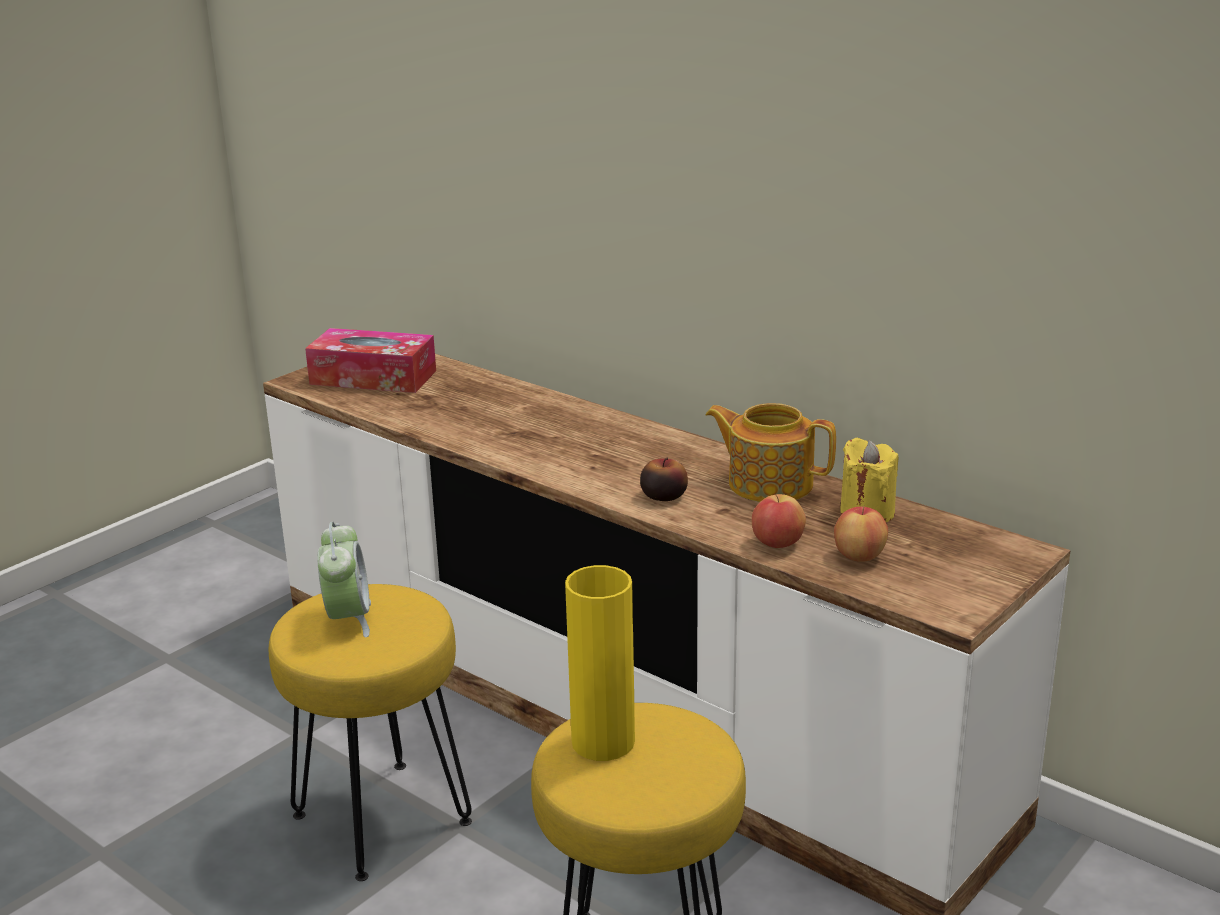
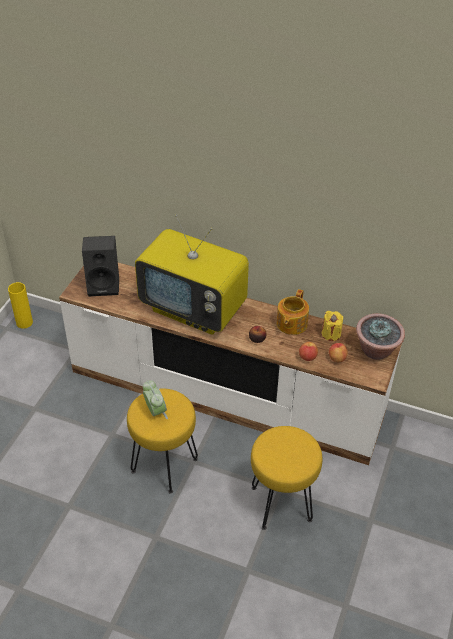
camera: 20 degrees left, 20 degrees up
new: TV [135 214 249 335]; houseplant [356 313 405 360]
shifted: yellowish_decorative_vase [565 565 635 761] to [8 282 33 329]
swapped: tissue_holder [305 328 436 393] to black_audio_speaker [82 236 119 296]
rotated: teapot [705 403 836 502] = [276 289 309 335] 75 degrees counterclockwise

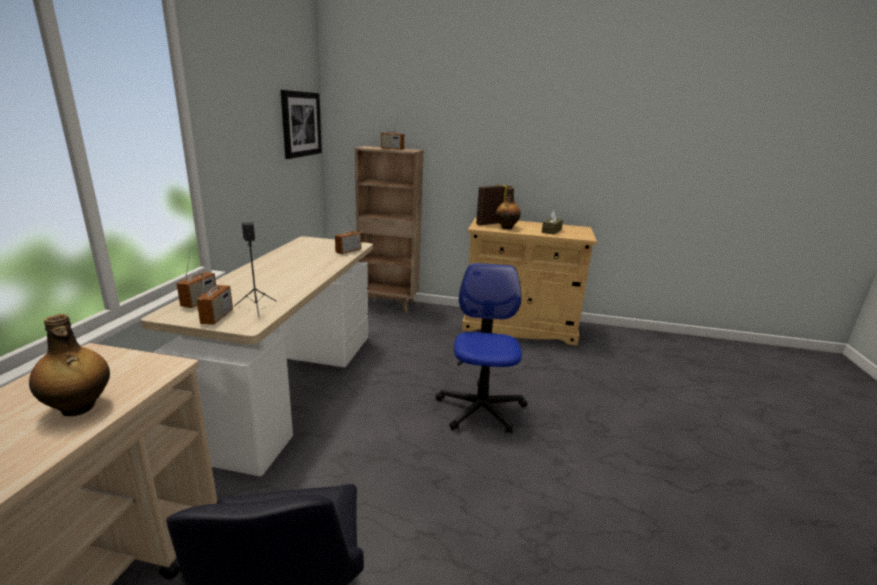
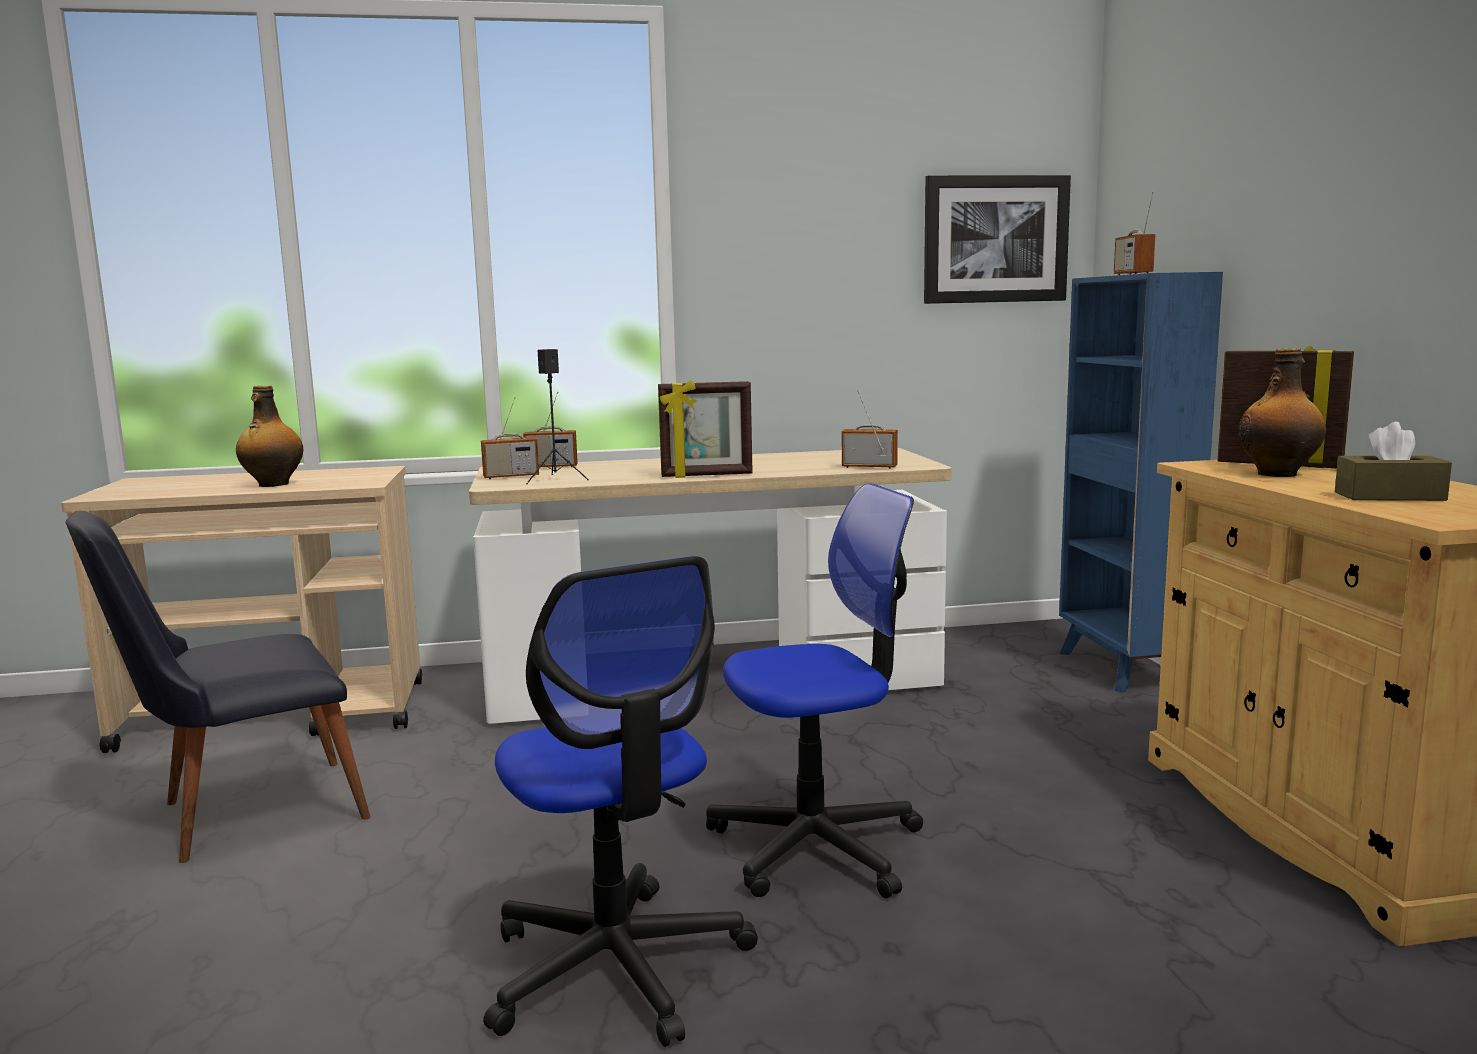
camera: 70 degrees right, 10 degrees down
new: office_chair [483 556 758 1047]; photo_frame [658 380 753 478]
repainted: brown_bookcase [355 146 423 313] to blue-coloured_bookcase [1059 272 1223 692]

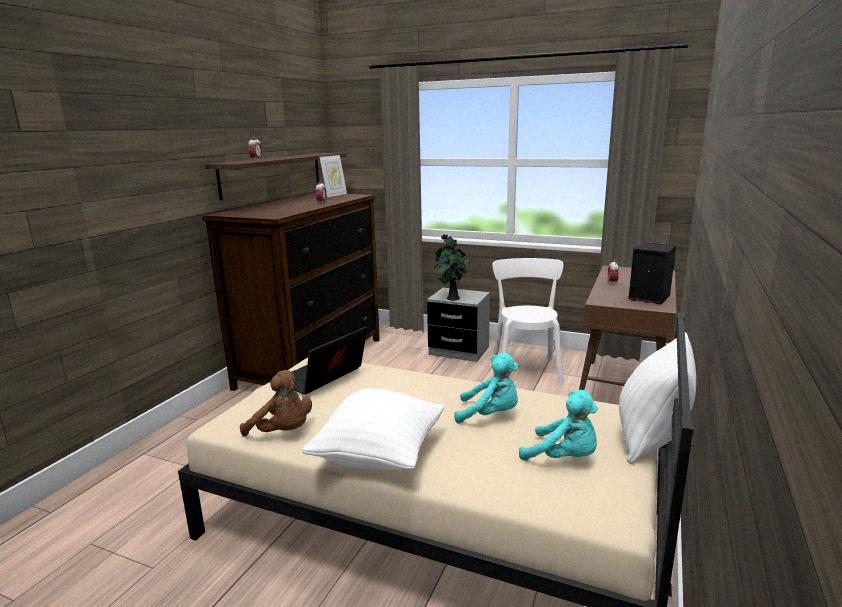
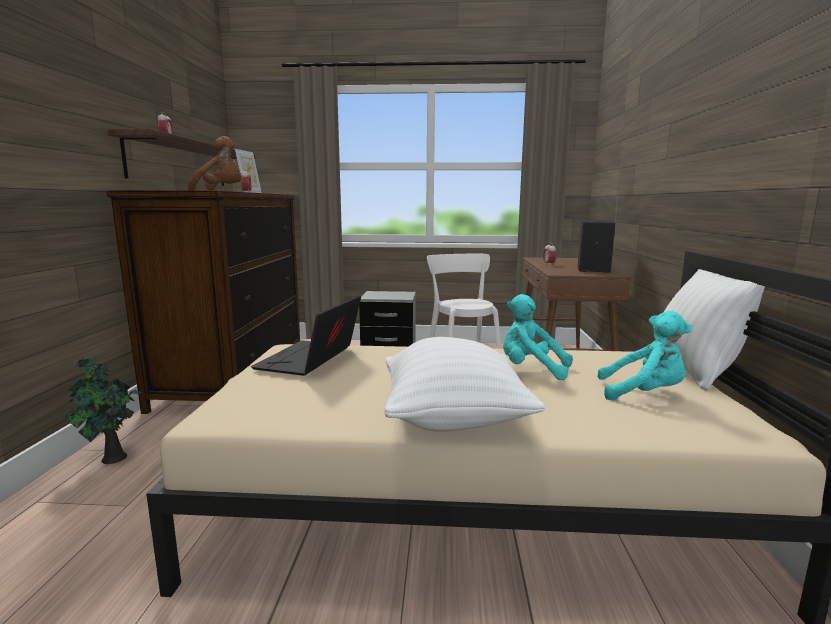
camera: 20 degrees left, 5 degrees down
shifted: houseplant [433 234 473 300] to [65 357 143 464]; brown_cuddly_toy [240 370 312 436] to [188 136 242 191]
rotated: turquoise_cuddly_toy [454 353 519 424] = [503 294 573 380] 150 degrees counterclockwise

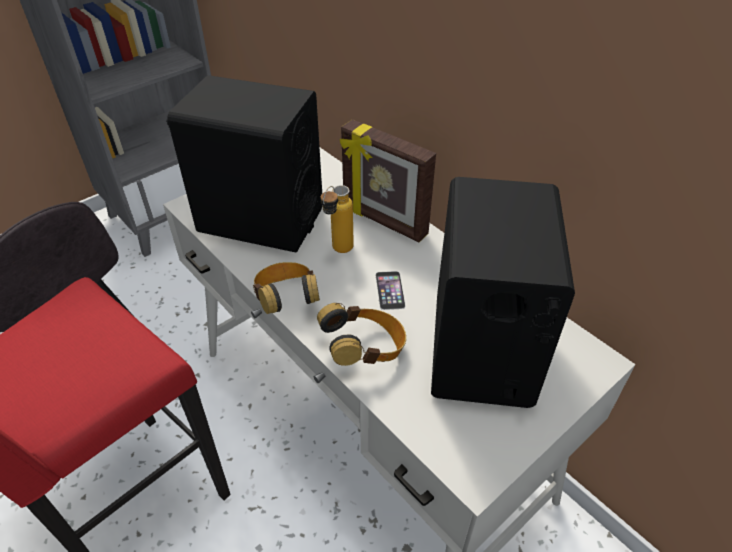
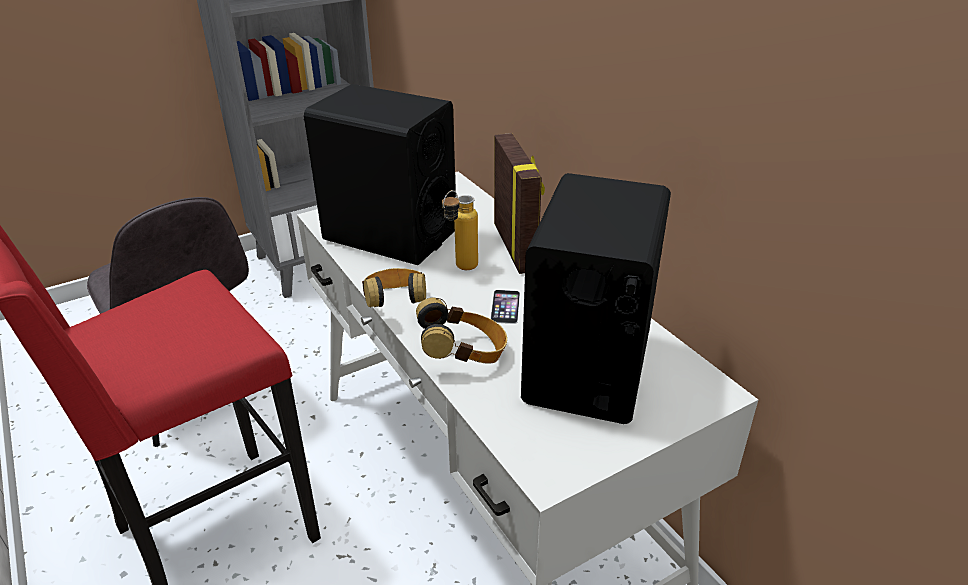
camera: 10 degrees right, 10 degrees down
rotated: photo_frame [340 119 436 242] = [494 133 545 274] 150 degrees counterclockwise

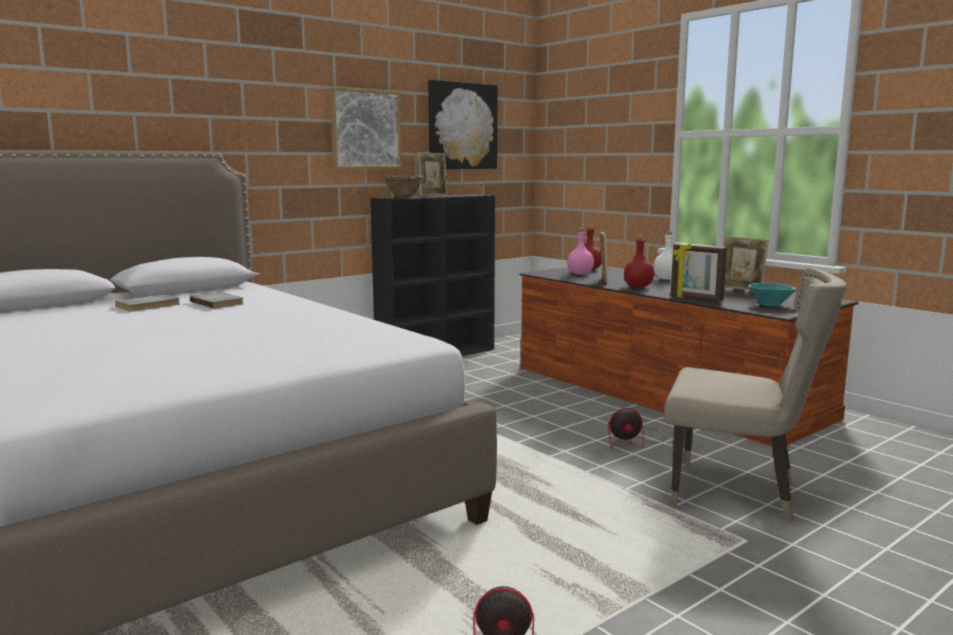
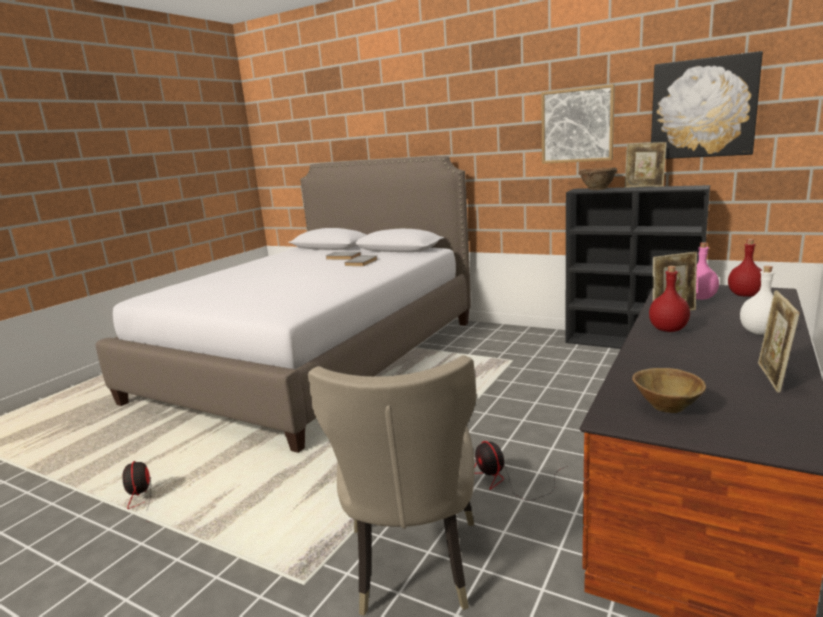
camera: 70 degrees right, 5 degrees up
gone: photo_frame [671 243 727 302]
repainted: turquoise_bowl [749 283 796 306] to brown_bowl [632 368 706 413]

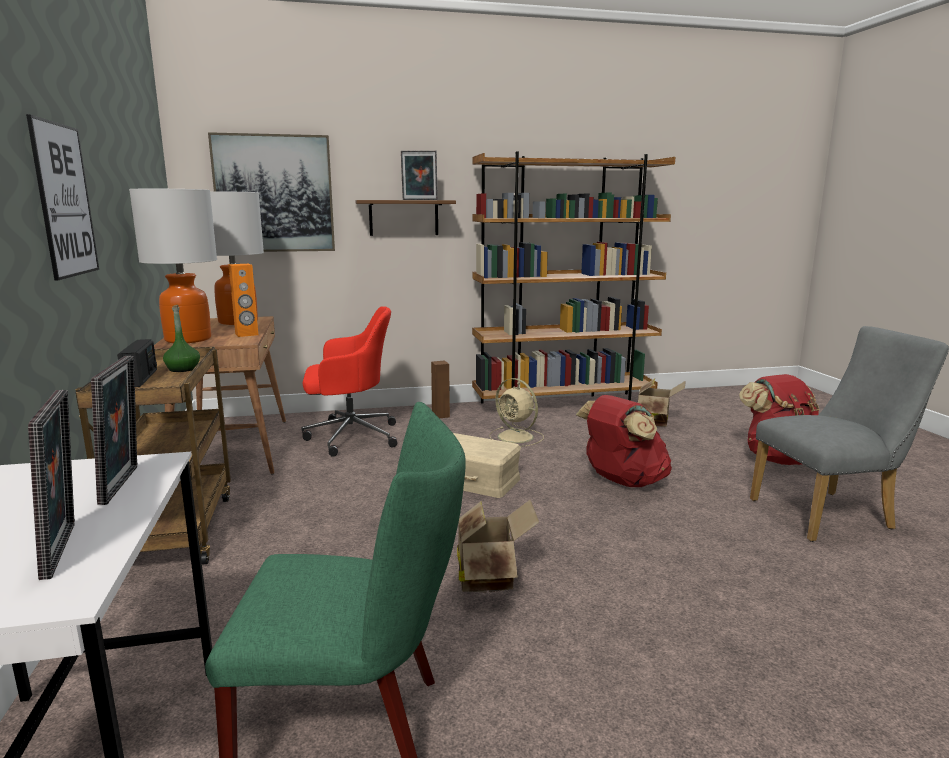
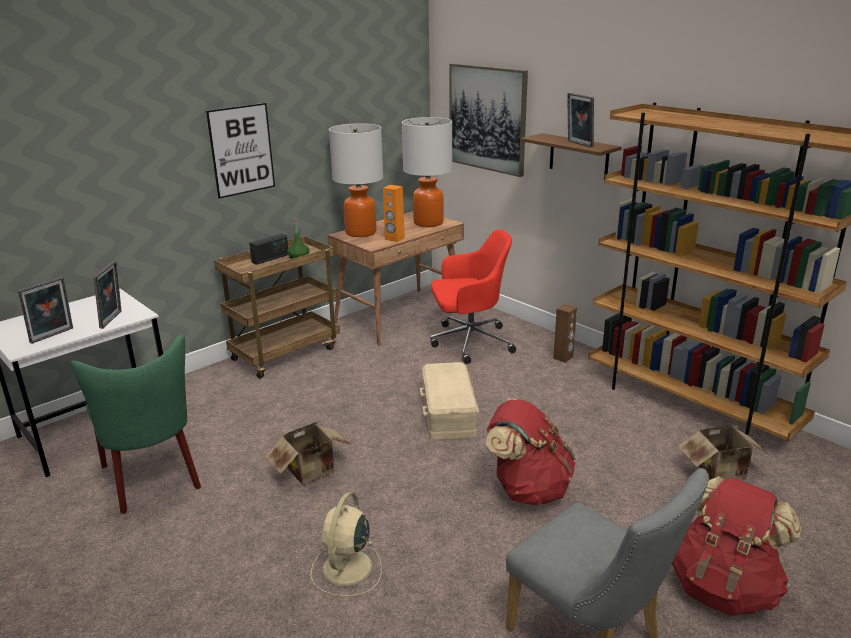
camera: 60 degrees right, 10 degrees up
shifted: sand-coloured_electric_fan [489 378 544 447] to [311 492 382 596]
rotated: photo_frame [91 356 138 505] = [93 261 122 329] 45 degrees counterclockwise; red_office_chair [302 306 397 457] = [430 229 516 364] 60 degrees counterclockwise

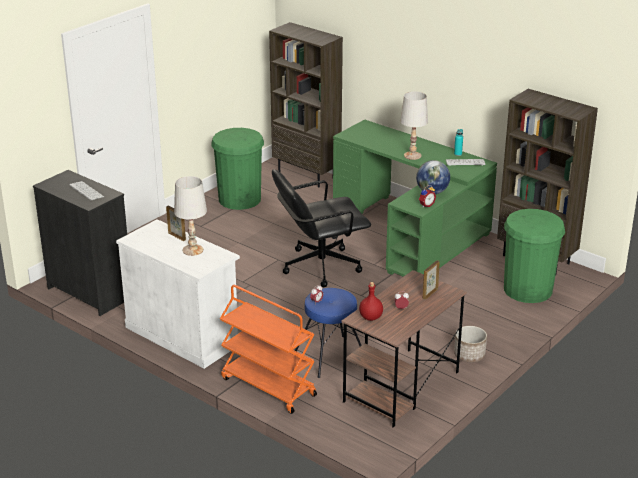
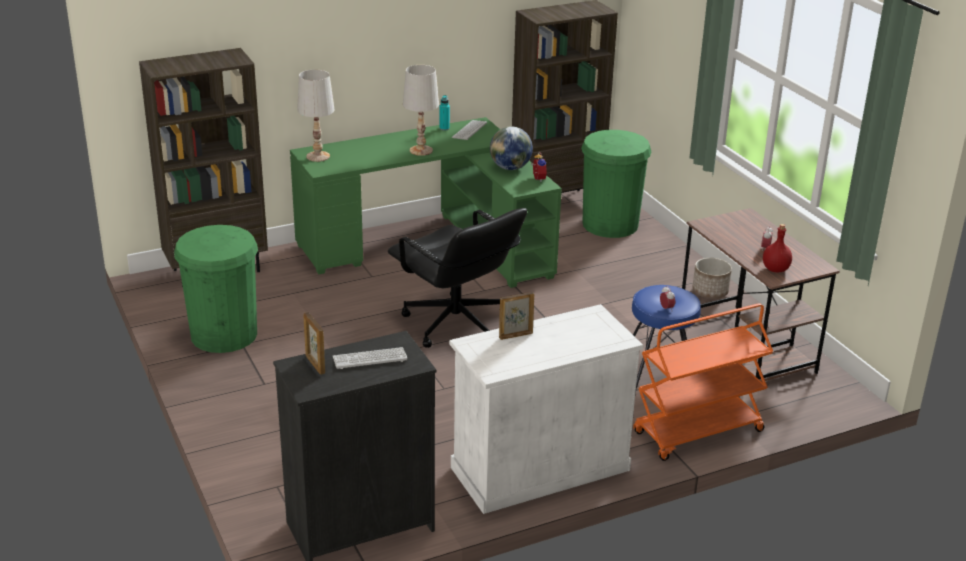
camera: 65 degrees left, 0 degrees up
shifted: white-coloured_table_lamp [174 176 207 256] to [297 70 335 162]; photo_frame [423 260 440 300] to [303 312 325 375]
rotated: black_office_chair [272 169 371 287] = [388 208 527 348] 45 degrees counterclockwise

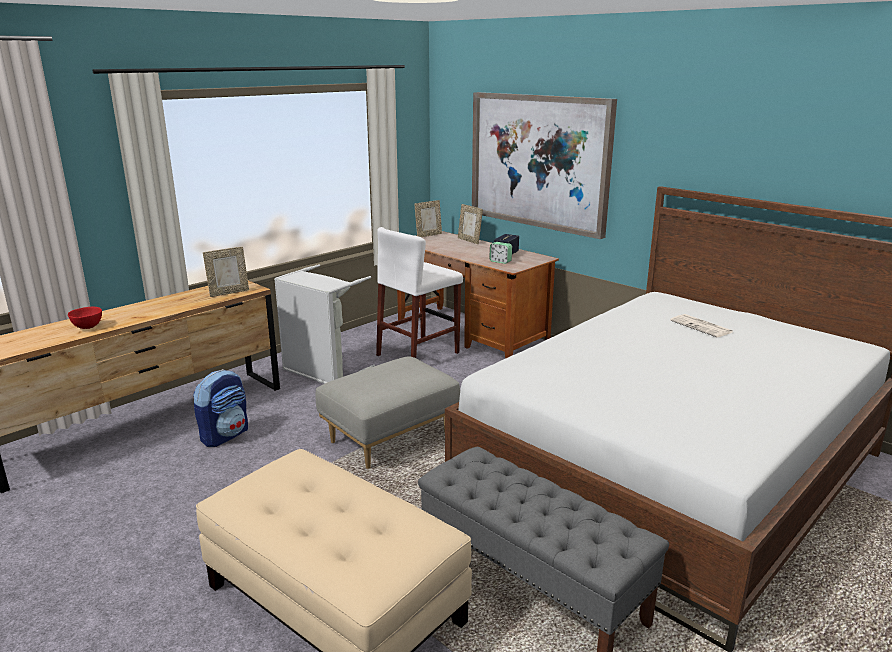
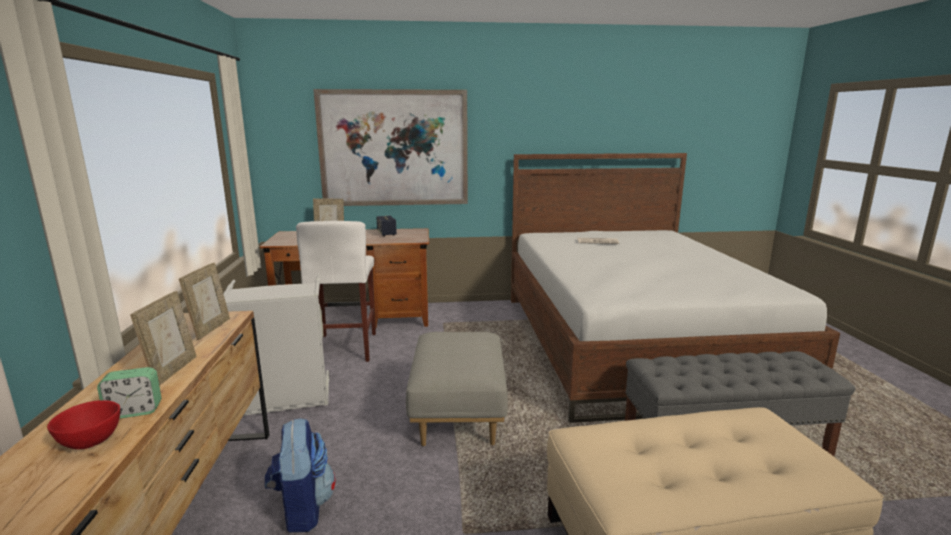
camera: 50 degrees left, 5 degrees down
shifted: alarm_clock [489 242 512 264] to [97 367 161 419]; photo_frame [414 200 442 237] to [130 291 197 386]

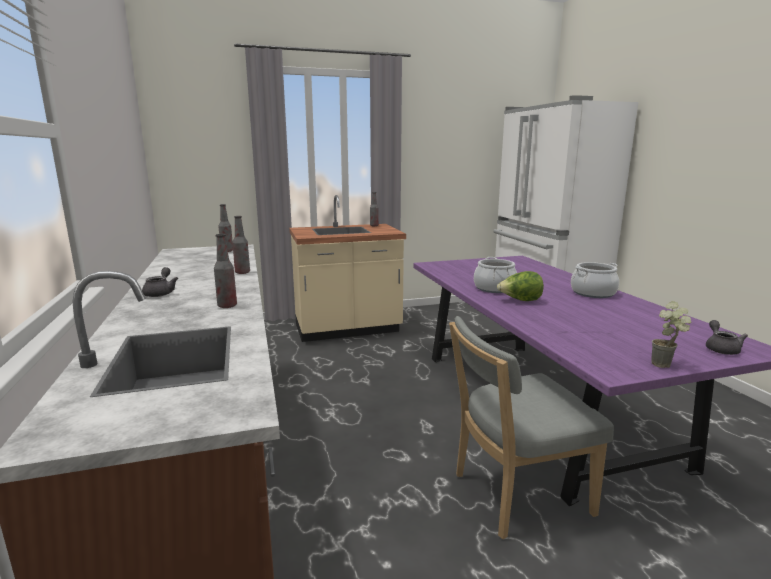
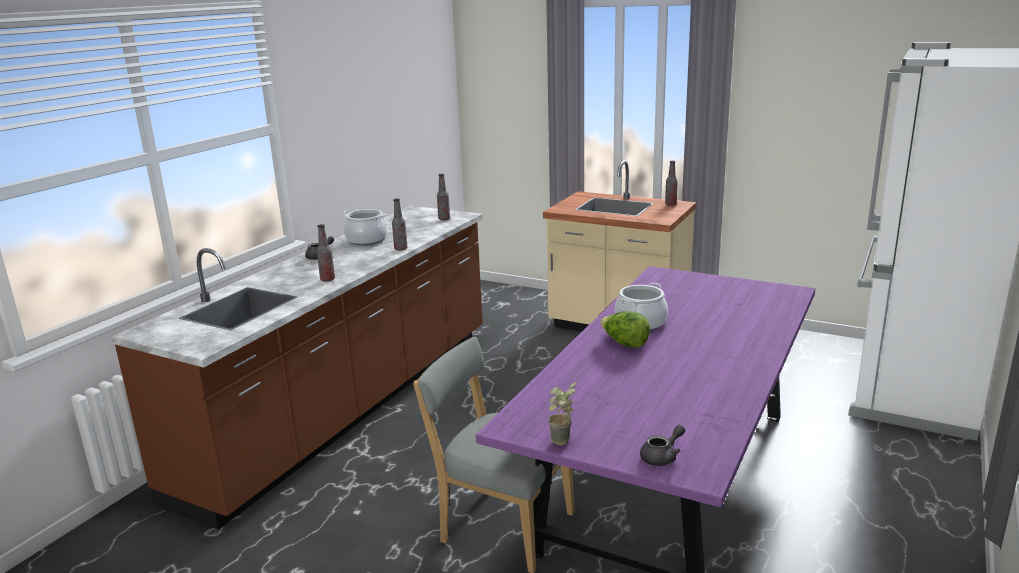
camera: 45 degrees right, 5 degrees up
shifted: cooking_pot [571 262 619 298] to [342 209 388 245]

